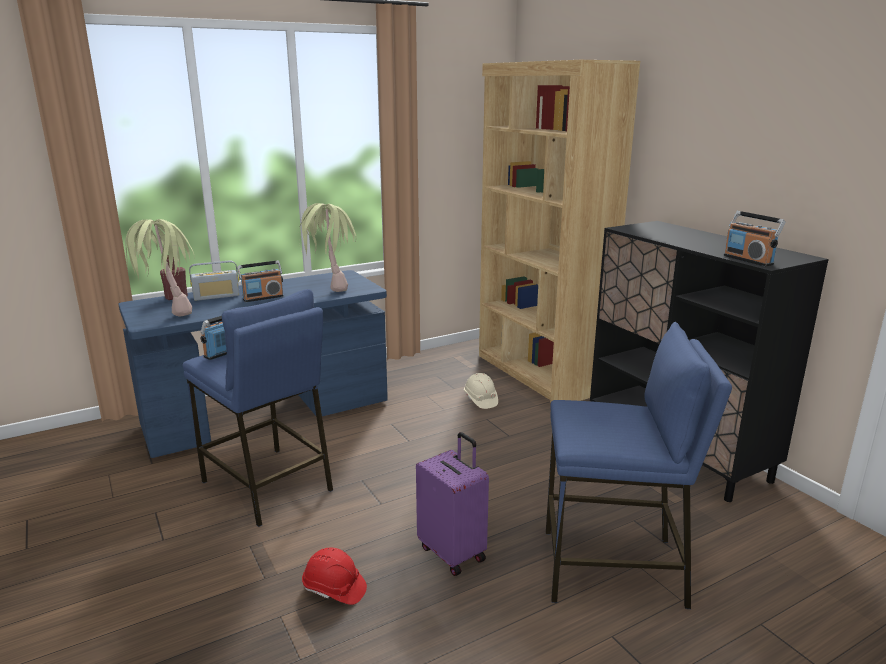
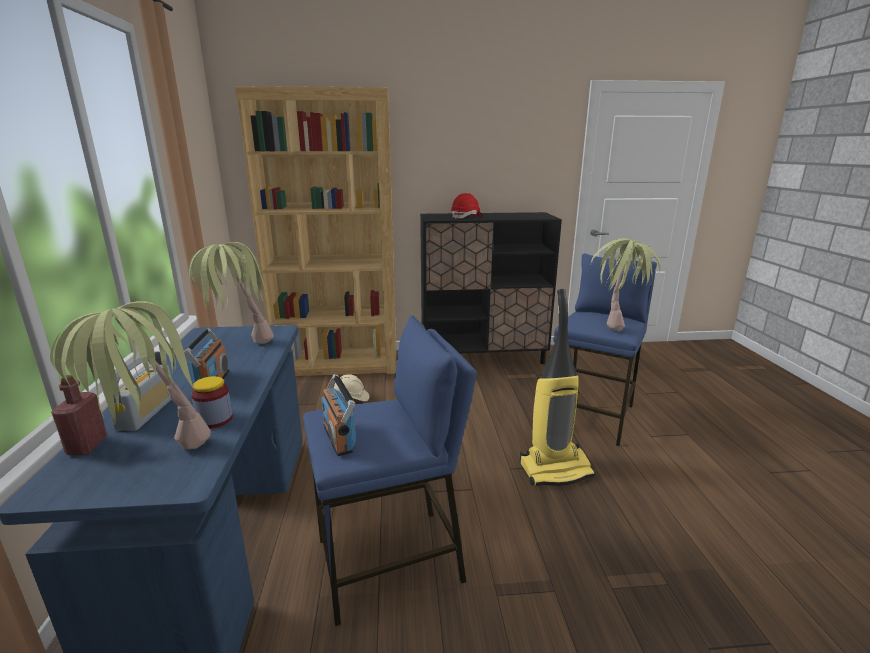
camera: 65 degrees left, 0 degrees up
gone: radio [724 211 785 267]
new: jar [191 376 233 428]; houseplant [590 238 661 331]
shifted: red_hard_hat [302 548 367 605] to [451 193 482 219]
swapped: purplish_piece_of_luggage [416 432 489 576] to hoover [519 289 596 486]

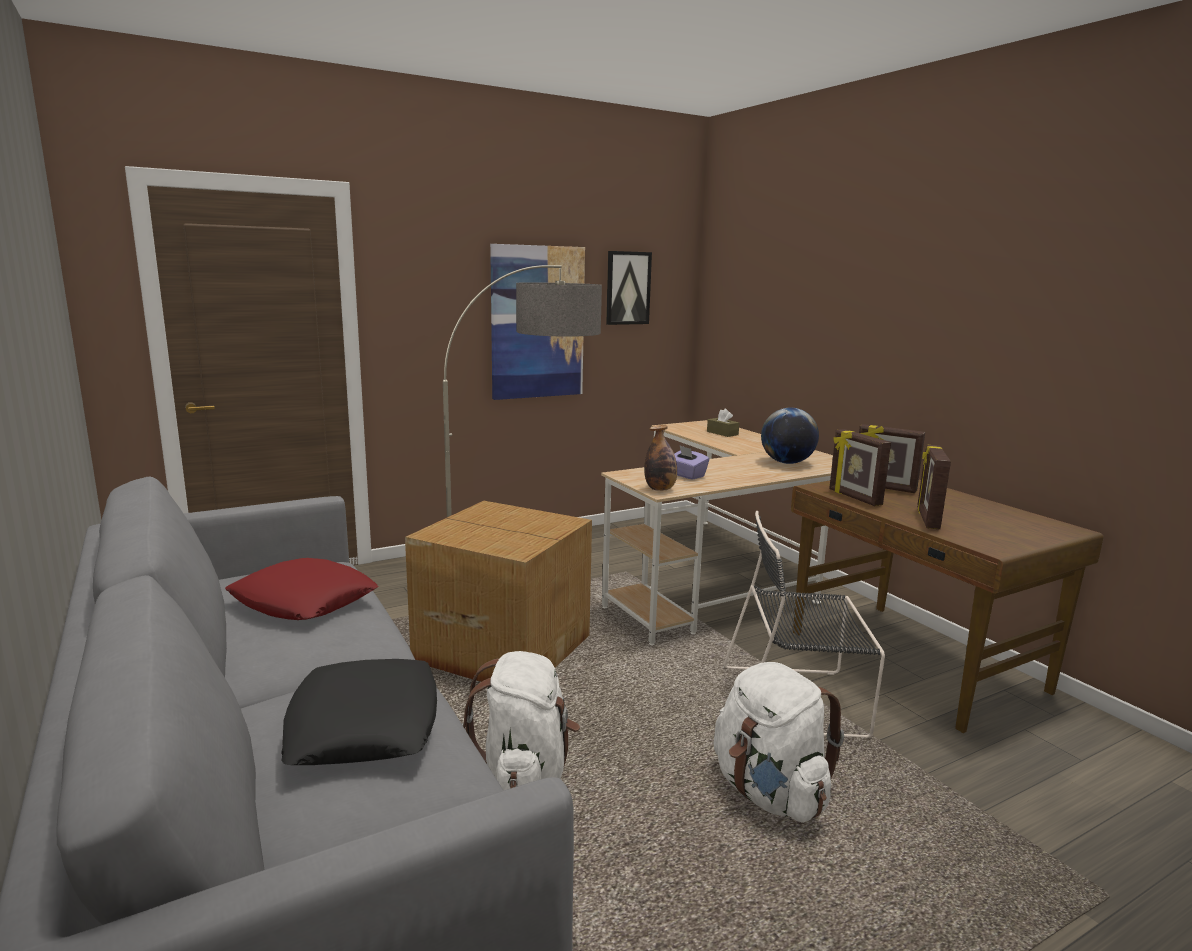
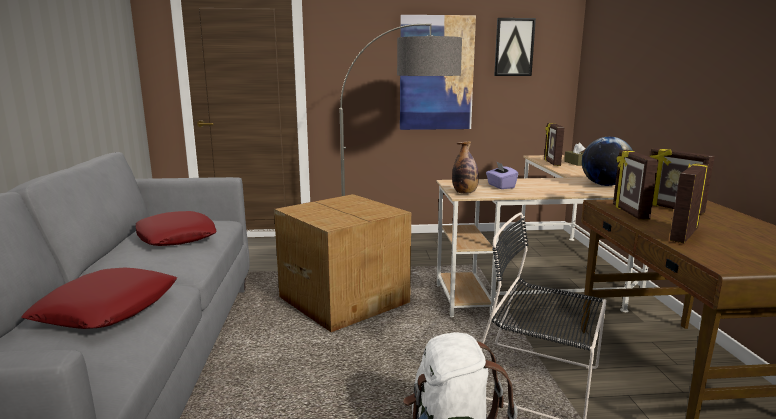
camera: 25 degrees right, 0 degrees up
gone: white-coloured_backpack [462 651 580 790]
new: photo_frame [544 123 565 166]
repainted: black_cushion [281 659 437 765] to red_cushion [21 268 177 329]

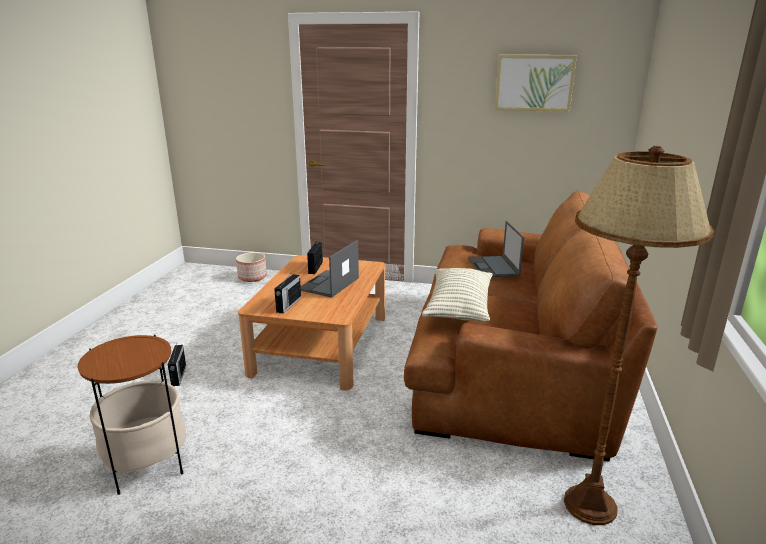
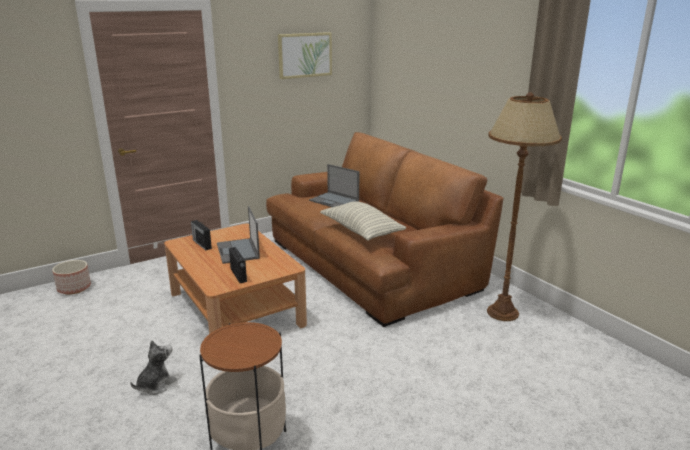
camera: 45 degrees left, 0 degrees up
swapped: radio [168 344 186 386] to cuddly_toy [130 340 177 395]

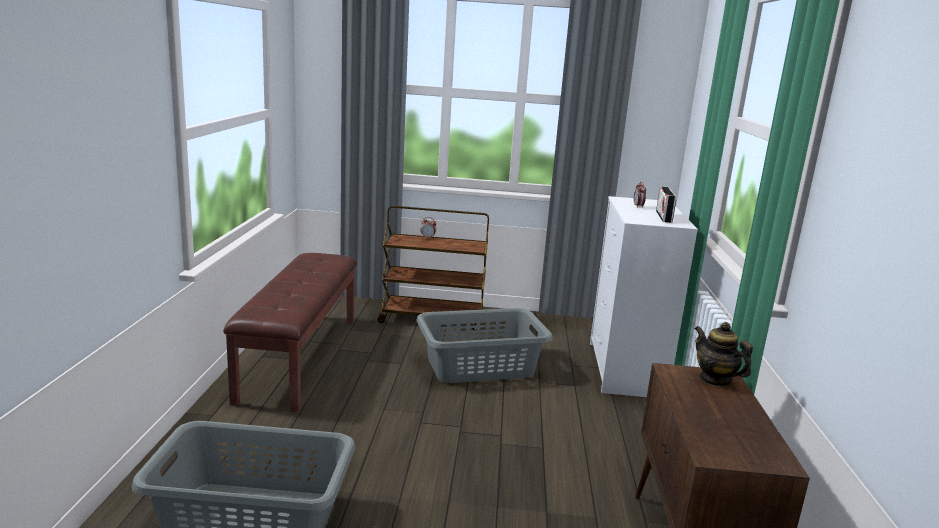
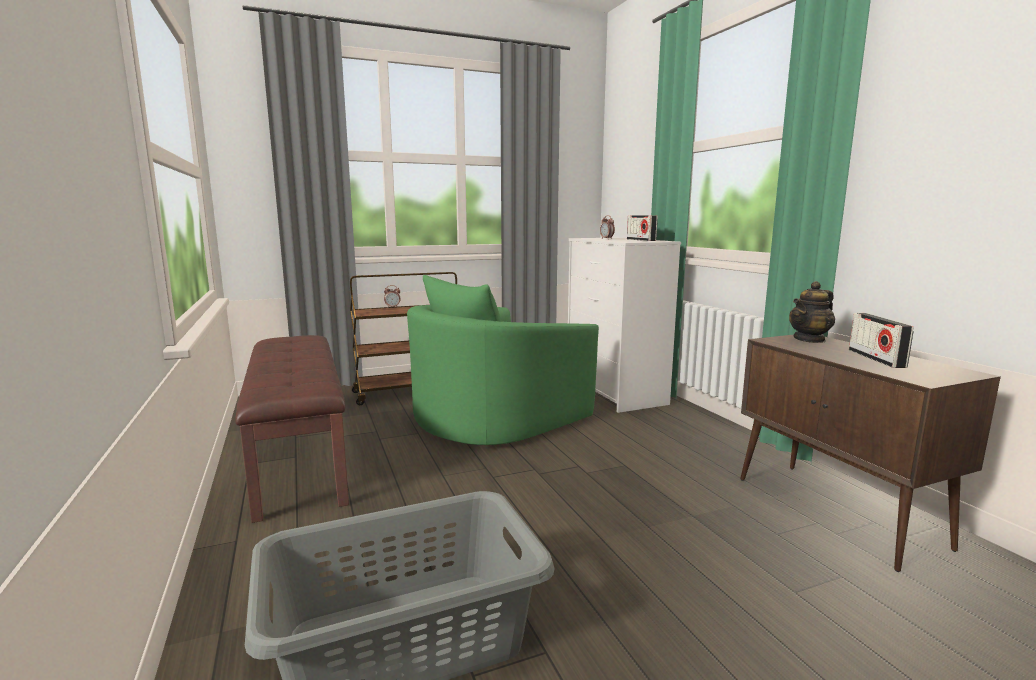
camera: 25 degrees left, 5 degrees down
new: radio [849 313 914 368]
swapped: gray_laundry_basket [417 308 553 383] to green_lounge_chair [407 275 599 445]
rotated: teapot [695 322 753 387] = [789 281 835 343] 60 degrees counterclockwise

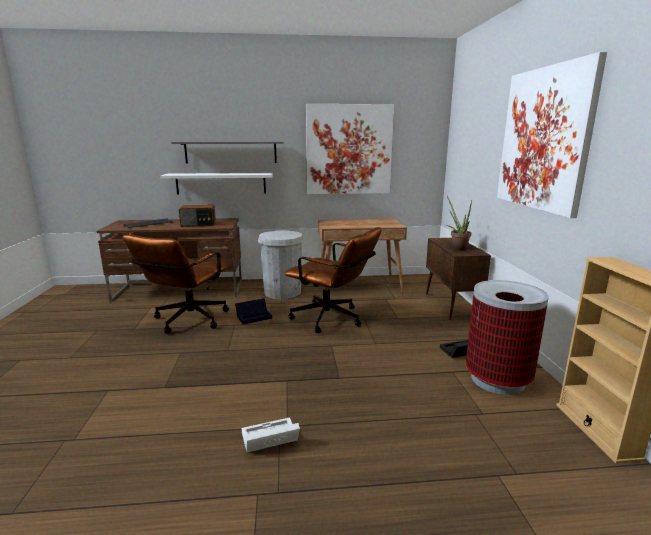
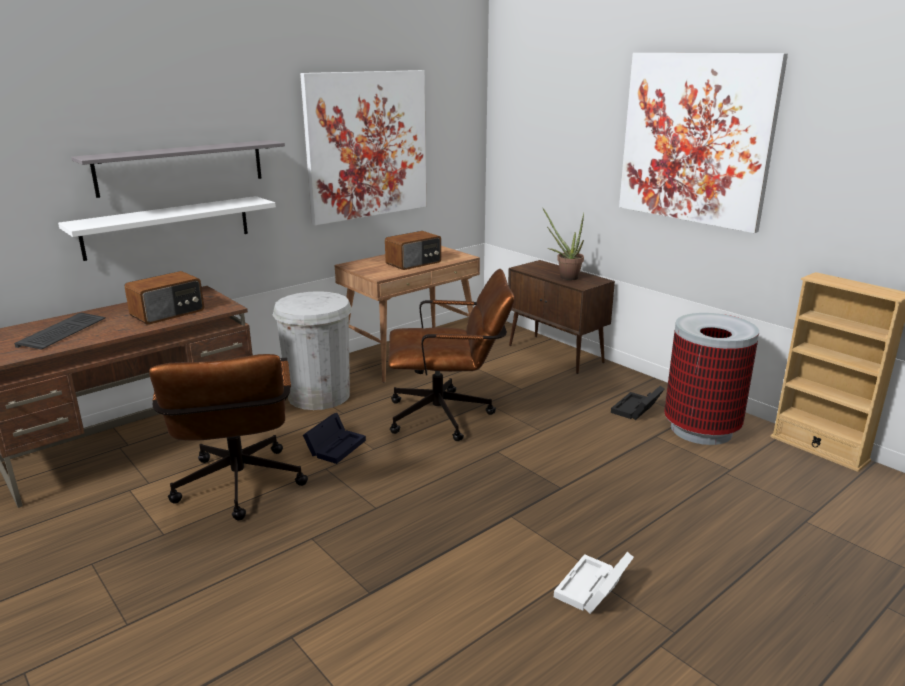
camera: 35 degrees left, 5 degrees up
new: radio [385 231 441 270]

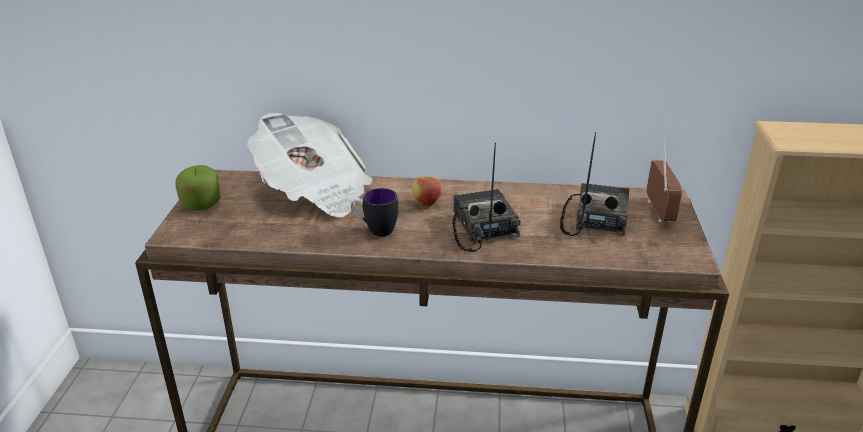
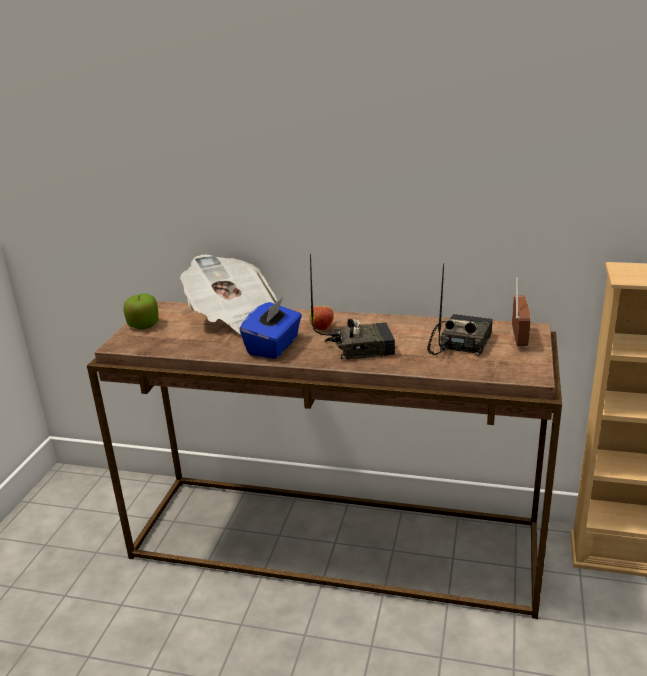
camera: 10 degrees right, 5 degrees down
swapped: tea_mug [351 188 398 237] to blue-coloured_tissue_holder [240 298 302 359]
rotated: radio [452 143 521 252] = [310 254 395 360] 90 degrees clockwise

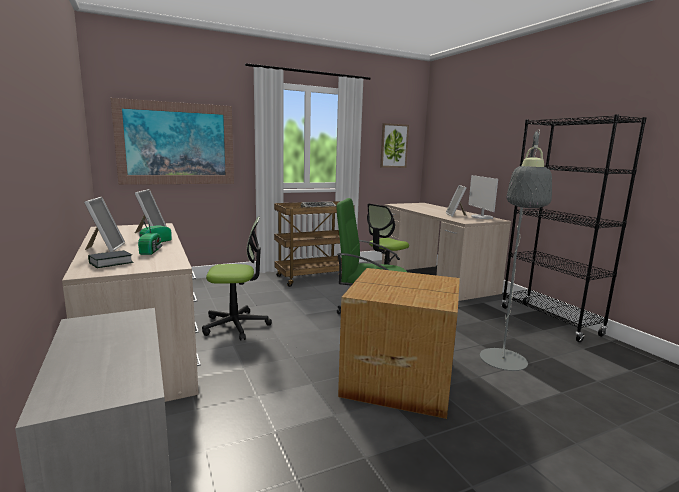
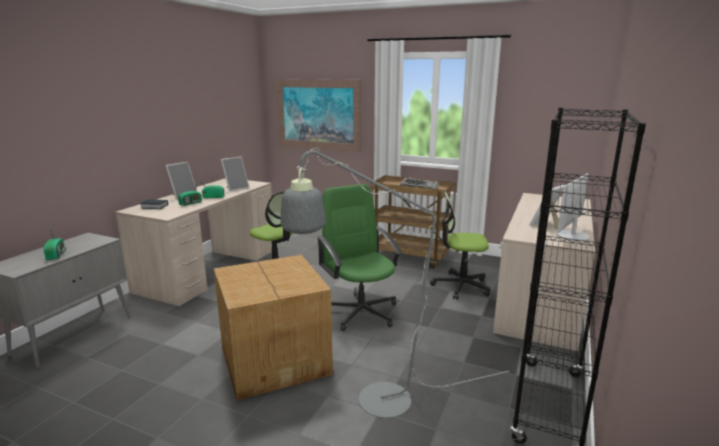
camera: 50 degrees right, 5 degrees up
gone: wall_picture [380 123 409 168]
new: radio [44 226 66 260]

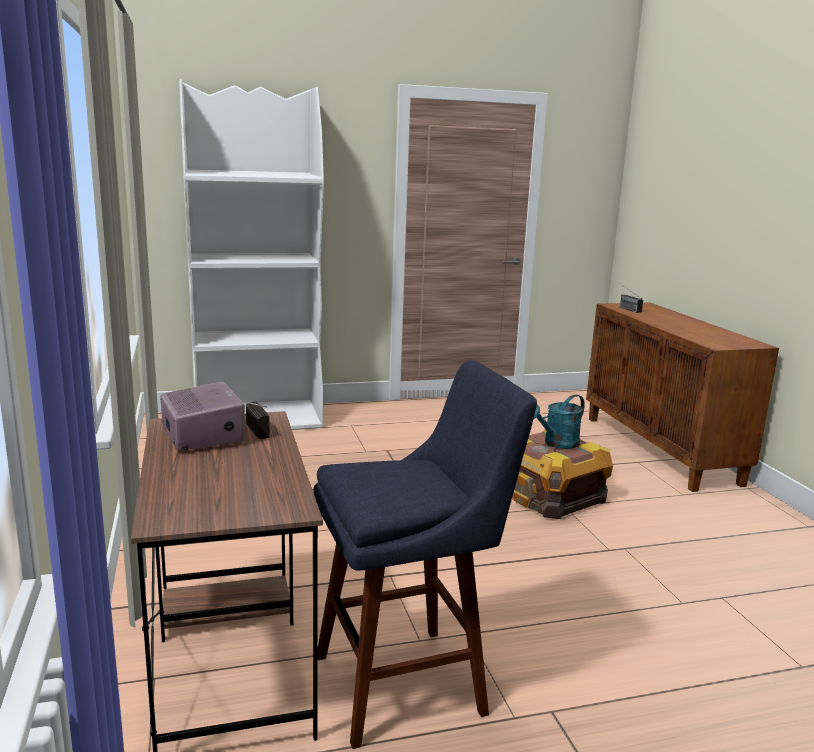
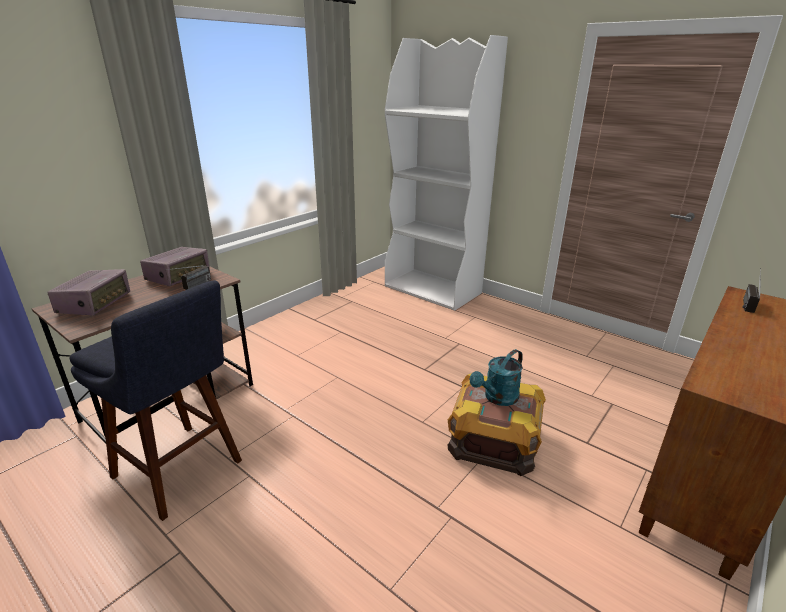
camera: 55 degrees right, 10 degrees up
new: radio [47 269 130 315]
rotated: turquoise_sprinkling_can [534 394 585 449] = [470 349 523 406] 60 degrees counterclockwise

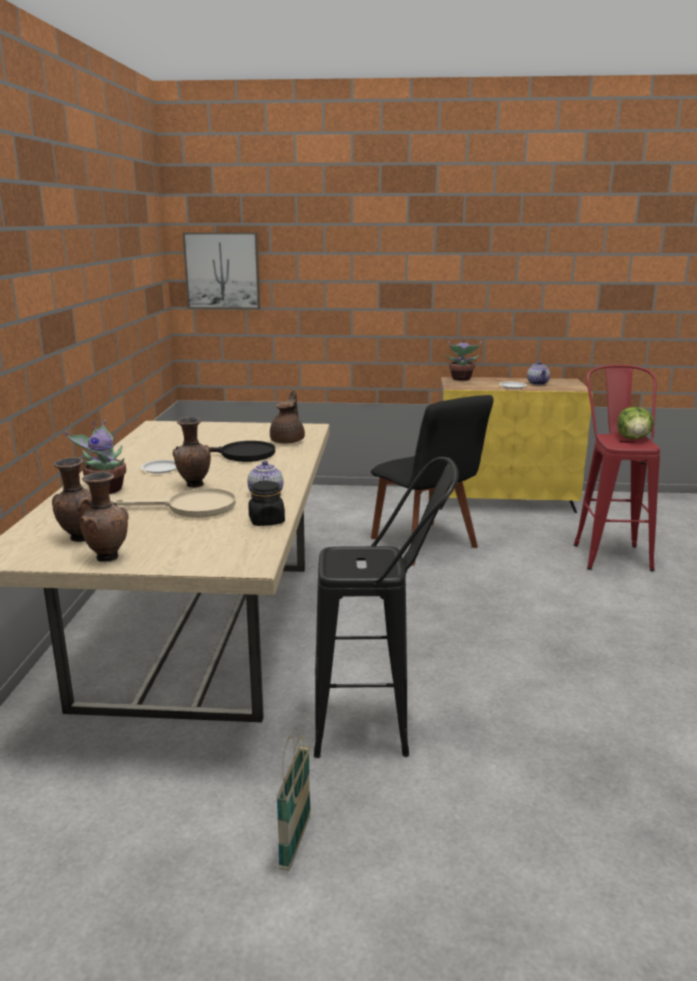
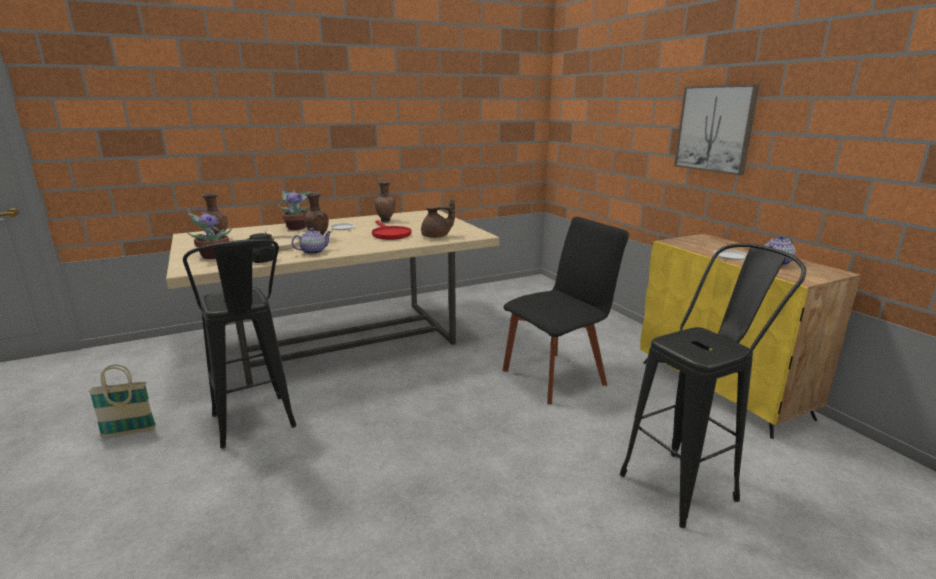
camera: 60 degrees right, 0 degrees up
gone: head_of_lettuce [618 407 654 439]
shifted: houseplant [446 341 482 381] to [187 207 233 259]; brown_decorative_vase [79 472 128 562] to [374 181 396 222]; wall_picture [183 232 260 309] to [674 84 759 175]
repainted: black_skillet [176 441 275 462] to red_skillet [372 220 412 240]; red_stool [574 365 660 571] to black_stool [620 243 806 528]
rotated: black_chair [371 395 494 565] = [503 217 629 404] 150 degrees counterclockwise

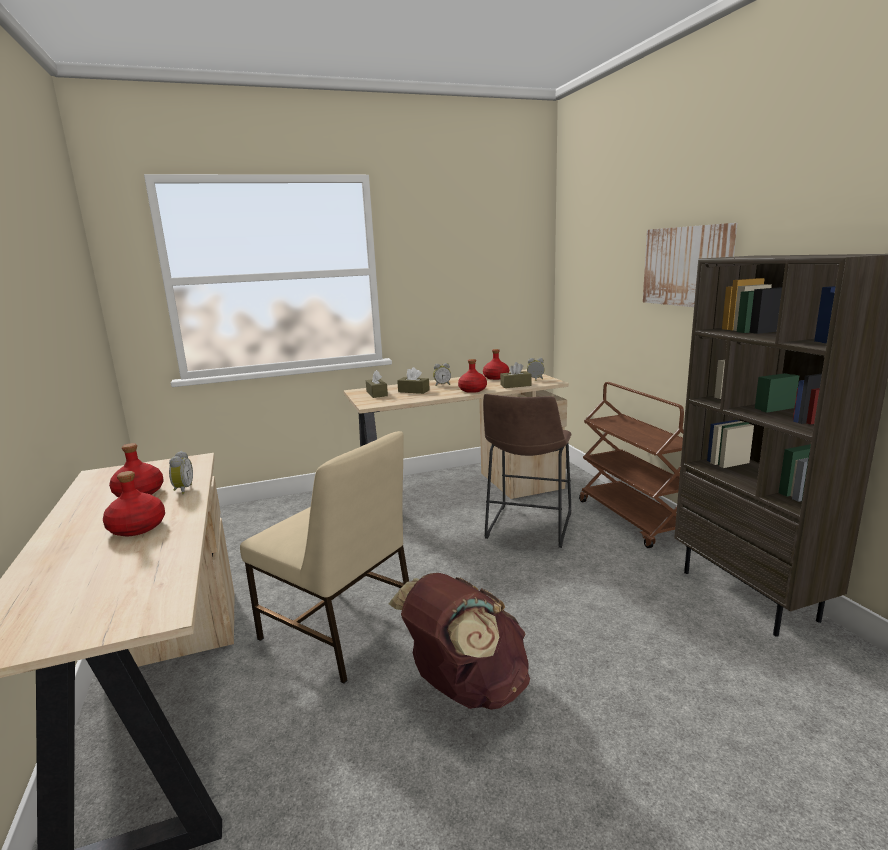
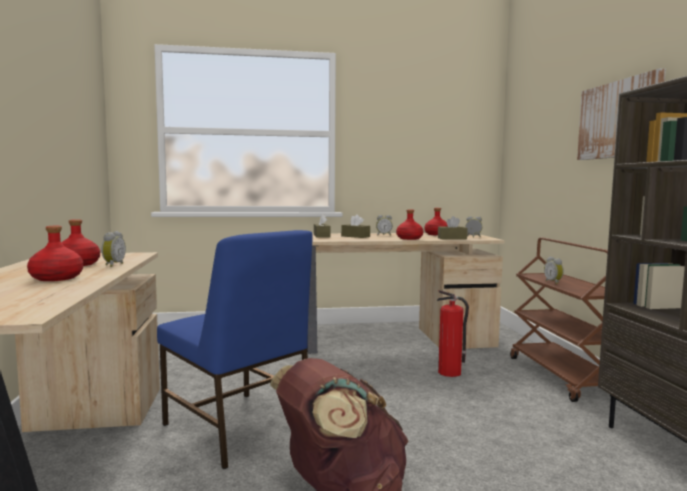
camera: 10 degrees right, 10 degrees down
new: alarm_clock [544 257 564 284]
swapped: brown_stool [483 394 572 548] to fire-fighting_cylinder [437 290 469 377]
repainted: sand-coloured_chair [240 431 409 684] to blue-coloured_chair [157 230 313 469]

